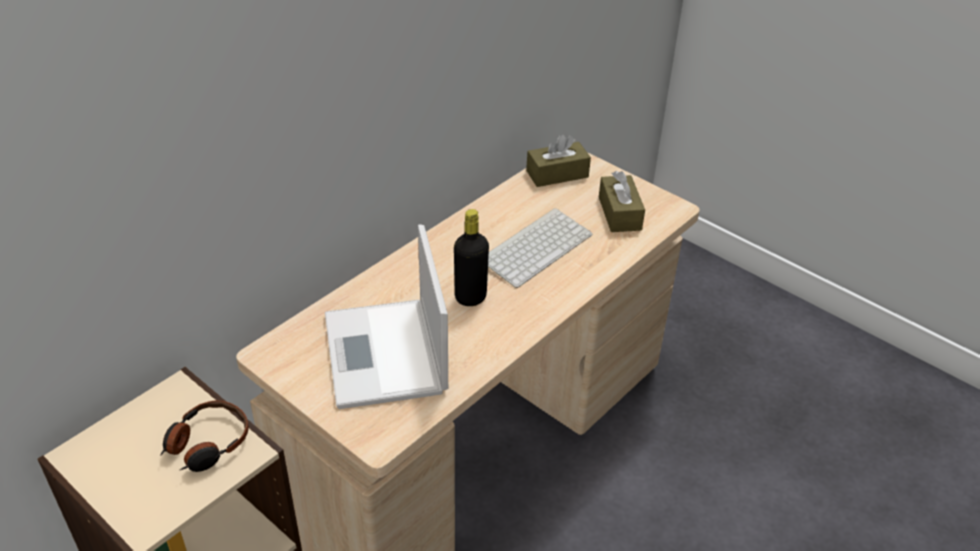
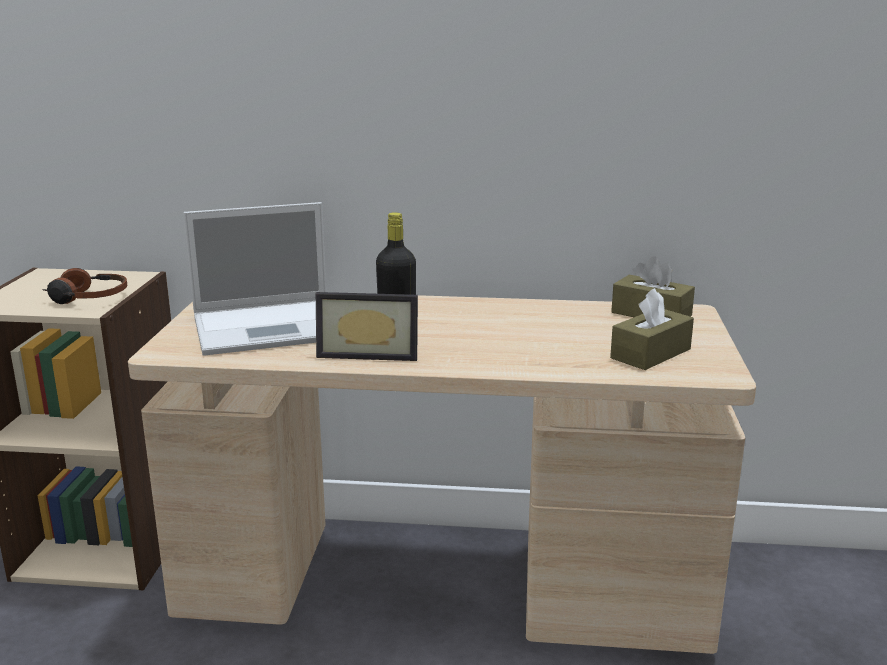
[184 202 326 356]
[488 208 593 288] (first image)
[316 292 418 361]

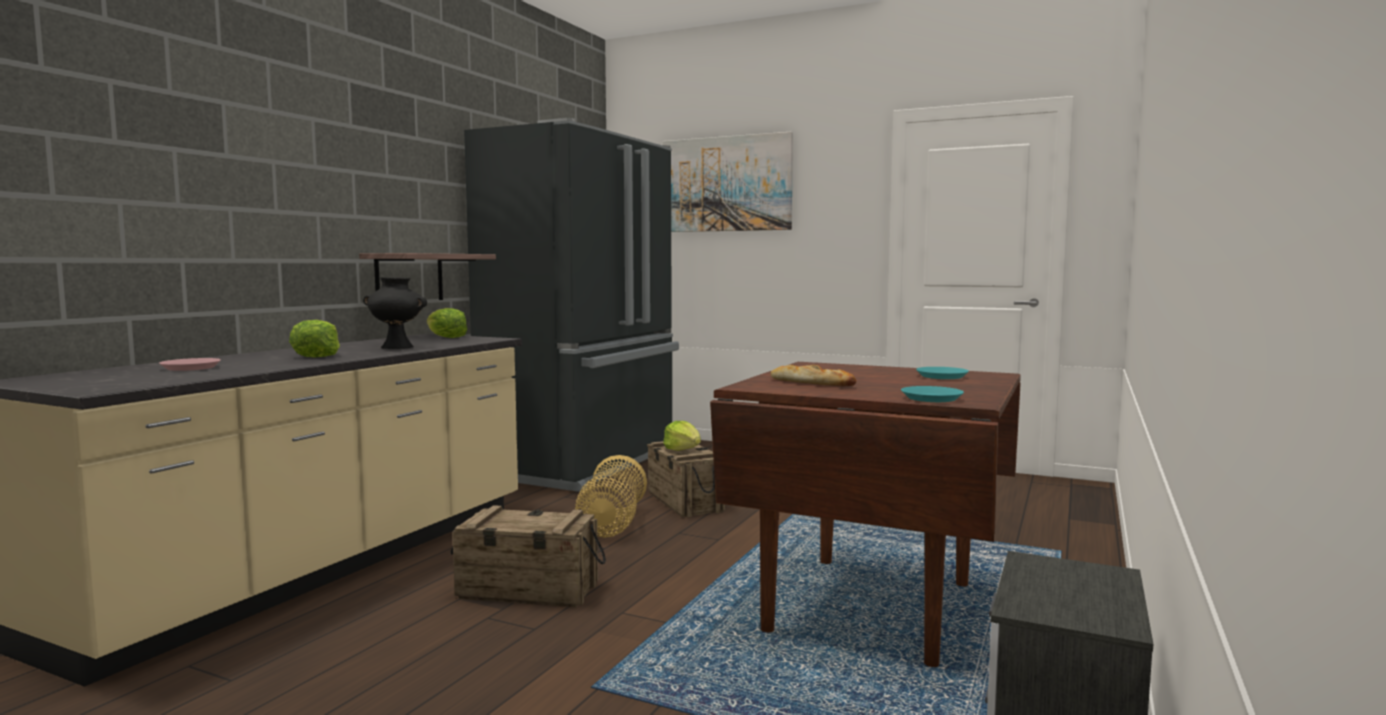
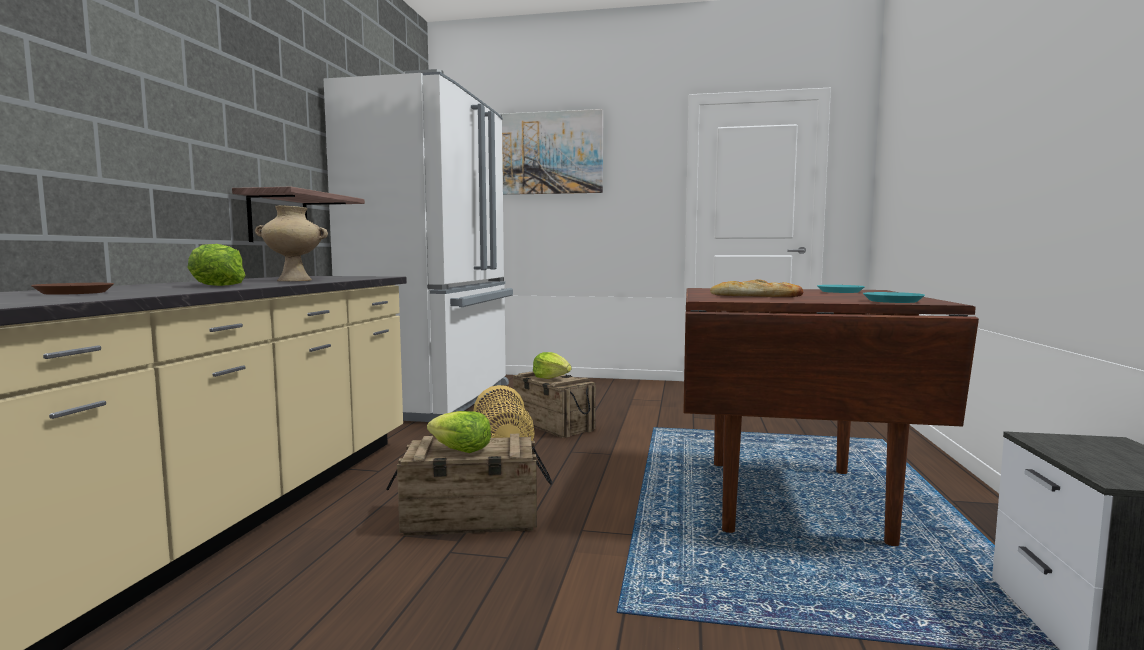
[31 283 114 295]
[255 205 328 281]
[427 411 491 453]
[323 69 513 422]

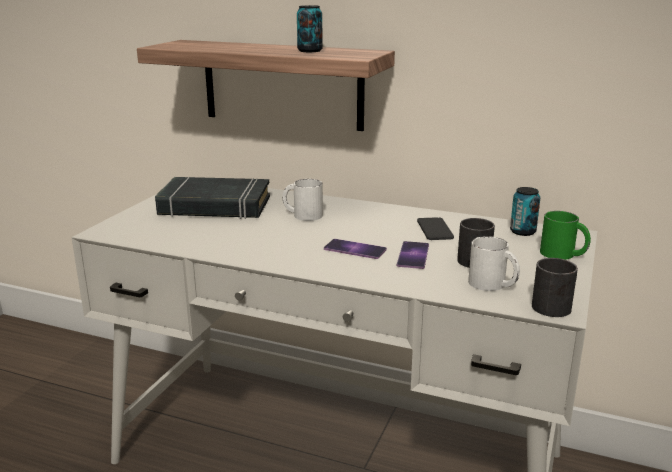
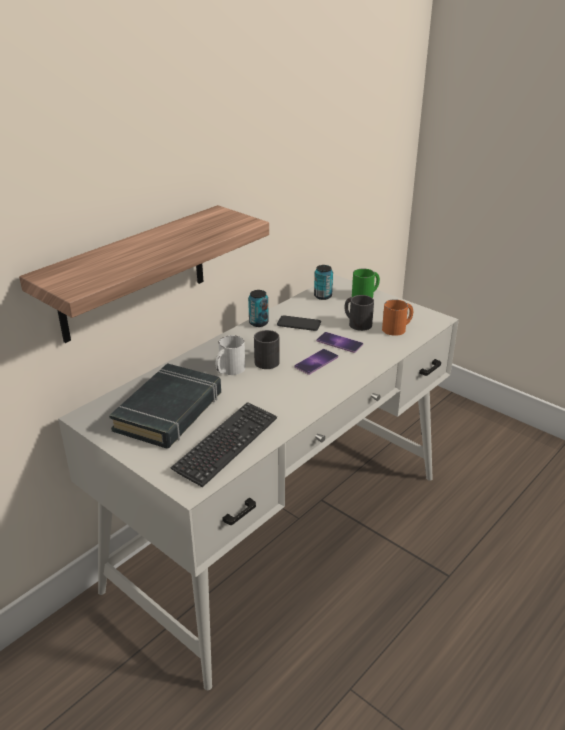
[248 290 269 327]
[382 299 413 336]
[254 330 279 369]
[170 402 277 487]

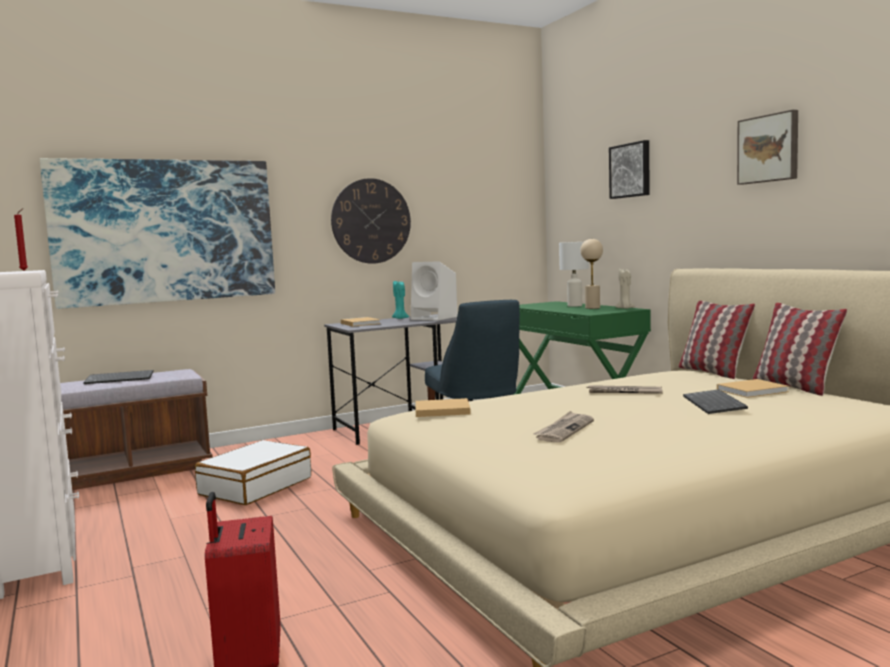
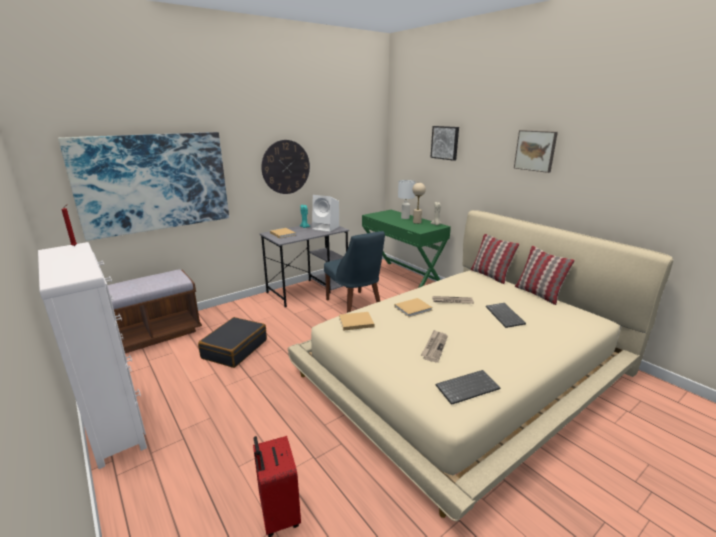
[436 370 500 405]
[198 317 267 368]
[395 298 433 317]

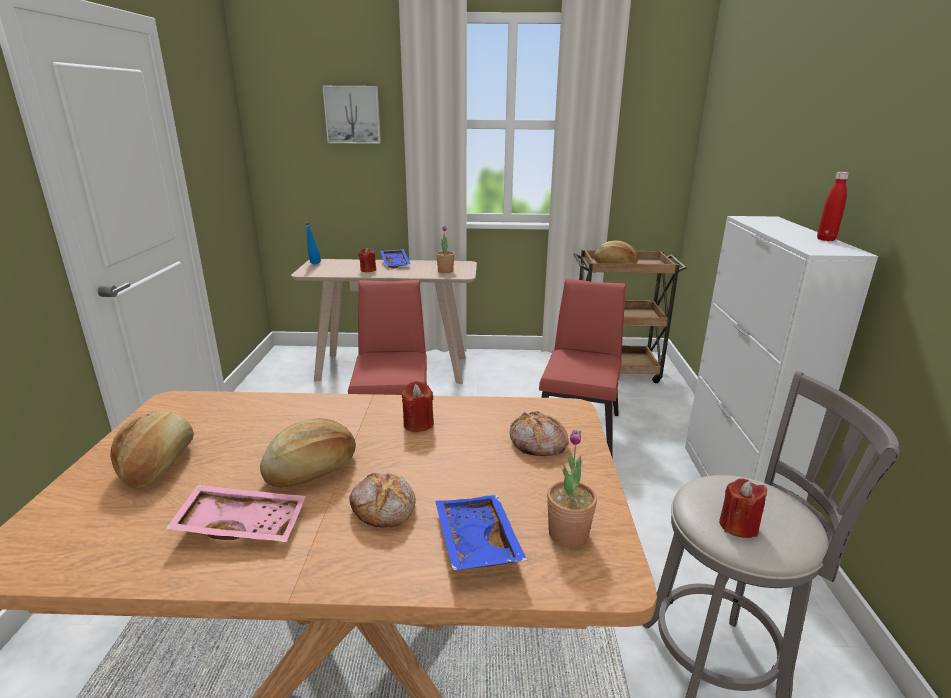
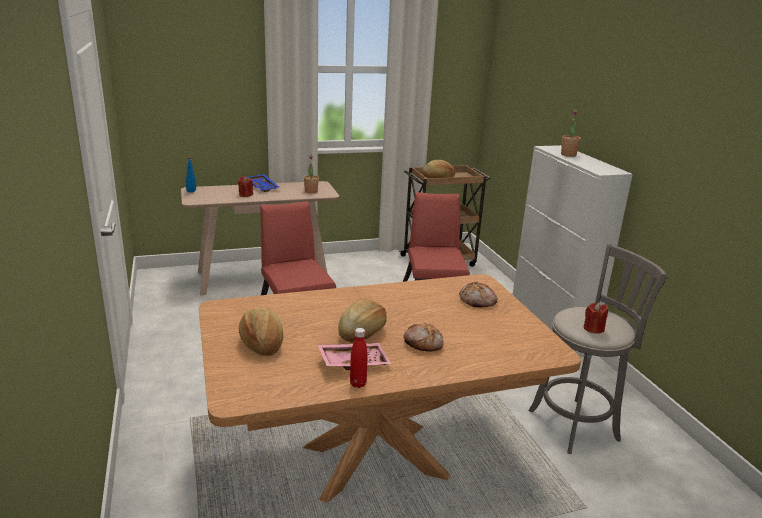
[323 86 381 144] (first image)
[401 381 434 432] (first image)
[435 495 527 570] (first image)
[561 109 581 157]
[350 328 368 388]

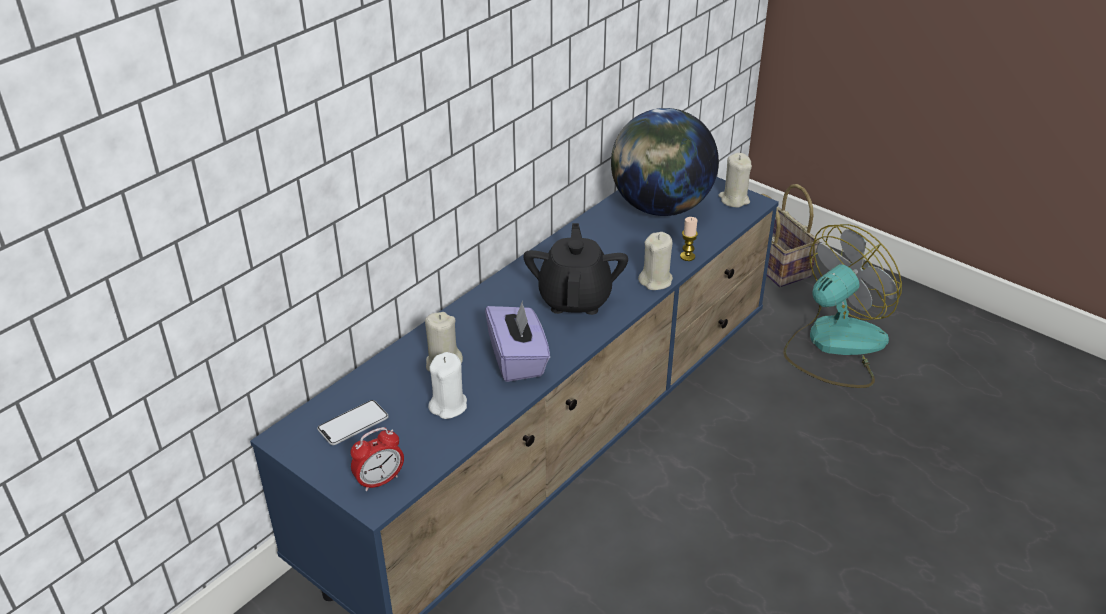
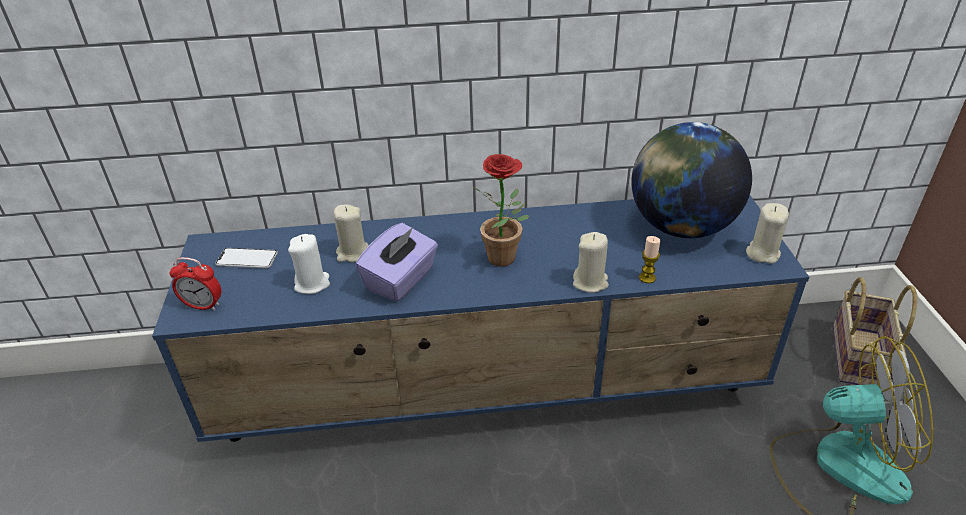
[473 154 529 267]

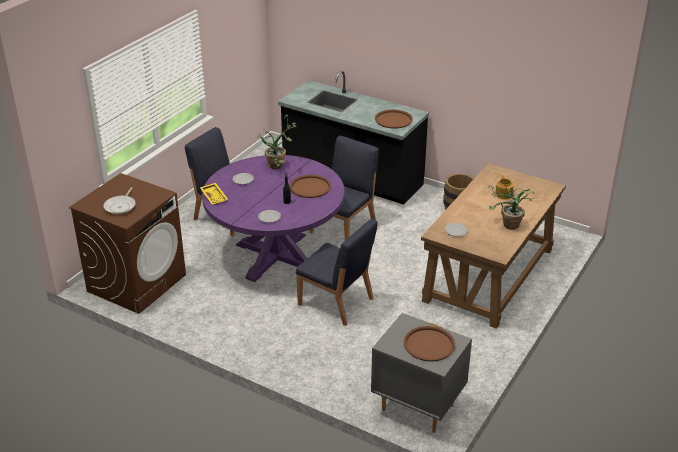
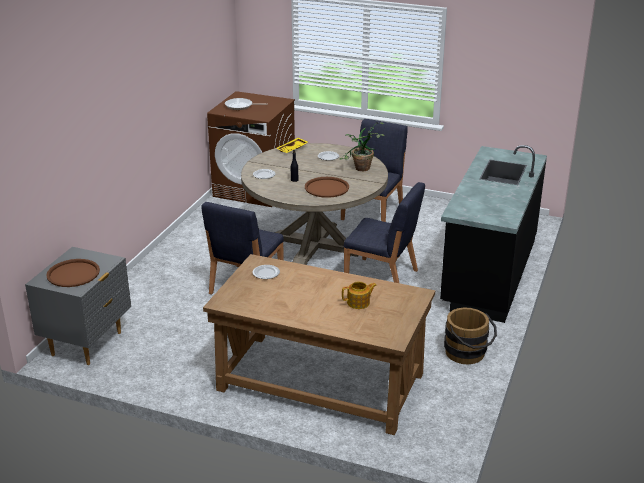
[241 143 388 265]
[375 110 413 129] (first image)
[488 186 536 230] (first image)

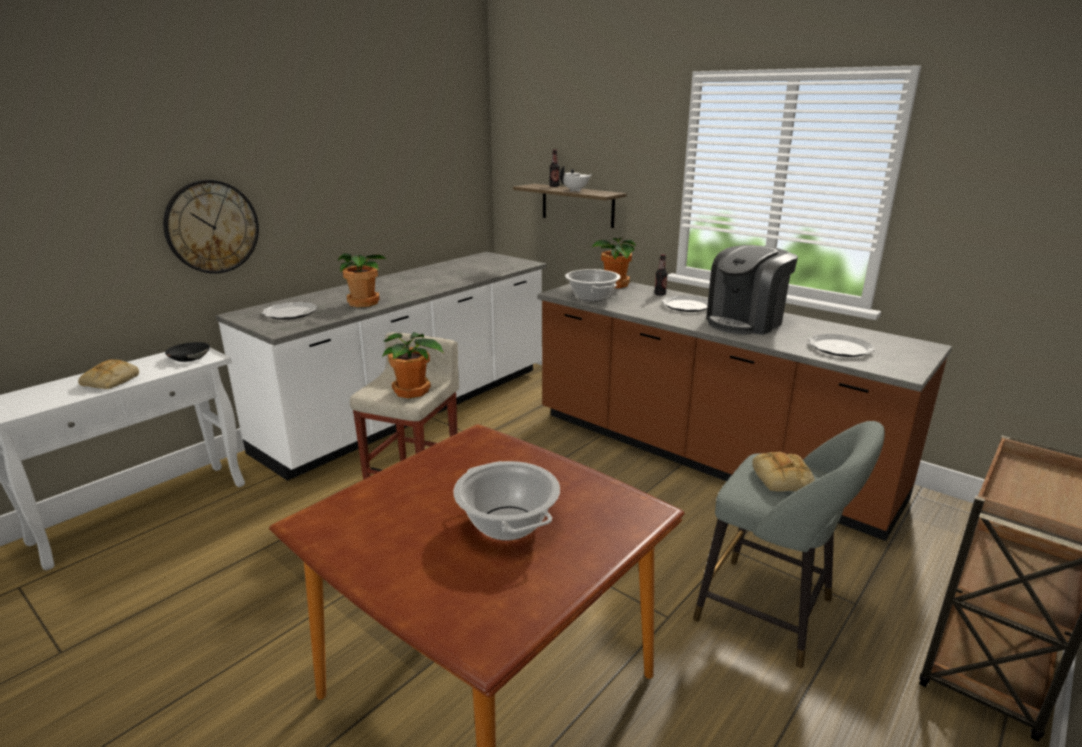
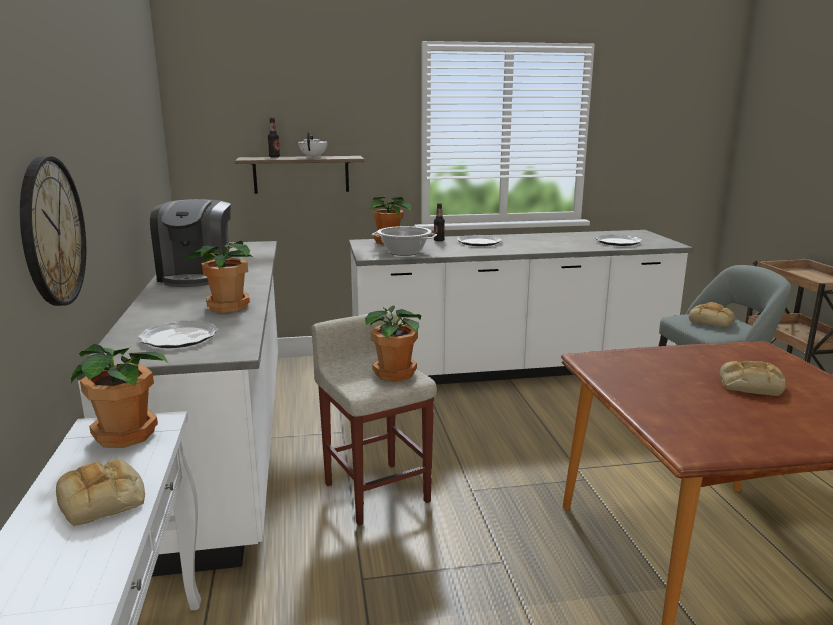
[71 344 169 448]
[720 361 786 396]
[349 230 693 384]
[150 199 231 287]

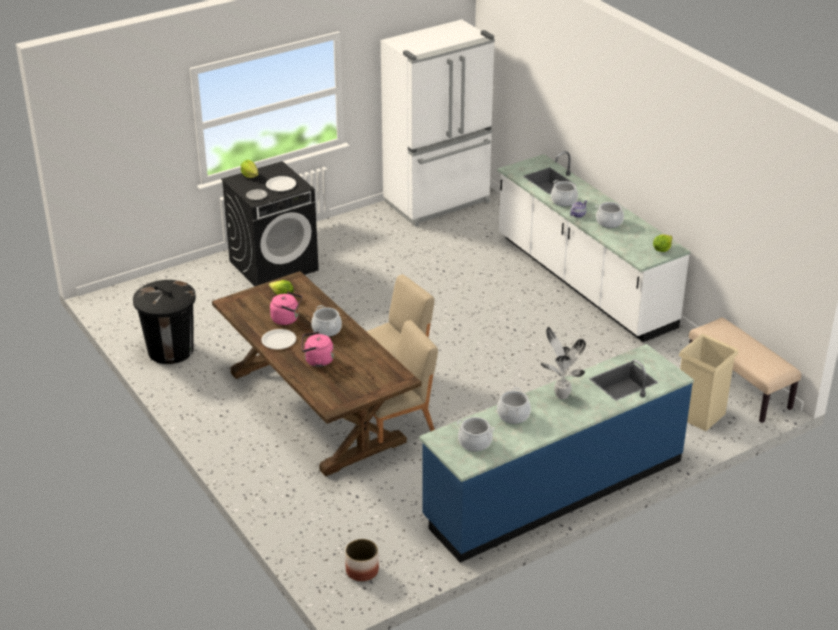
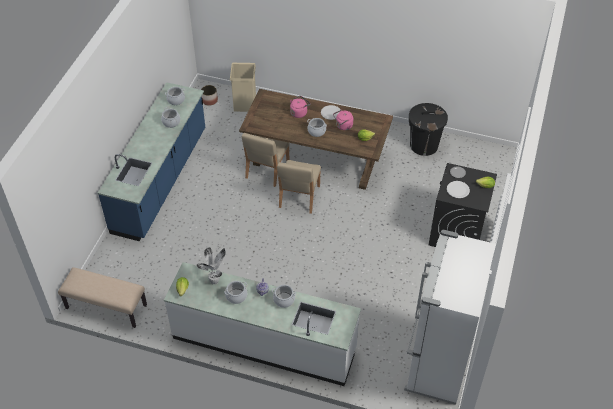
[196 247 226 285]
[230 63 256 112]

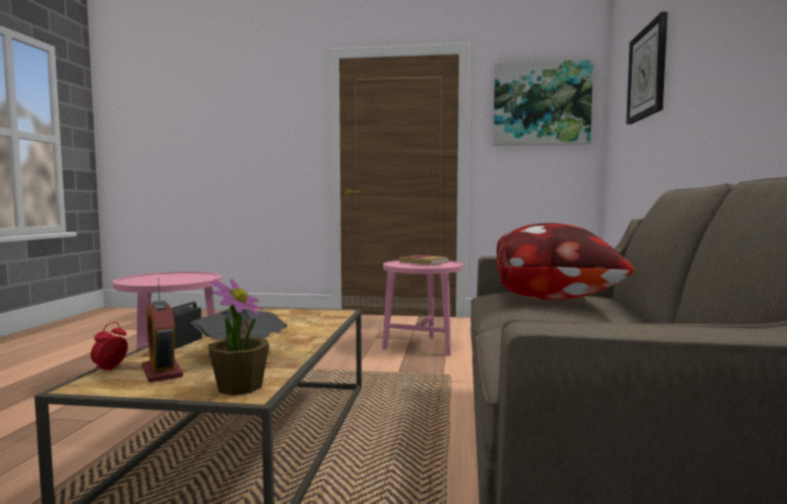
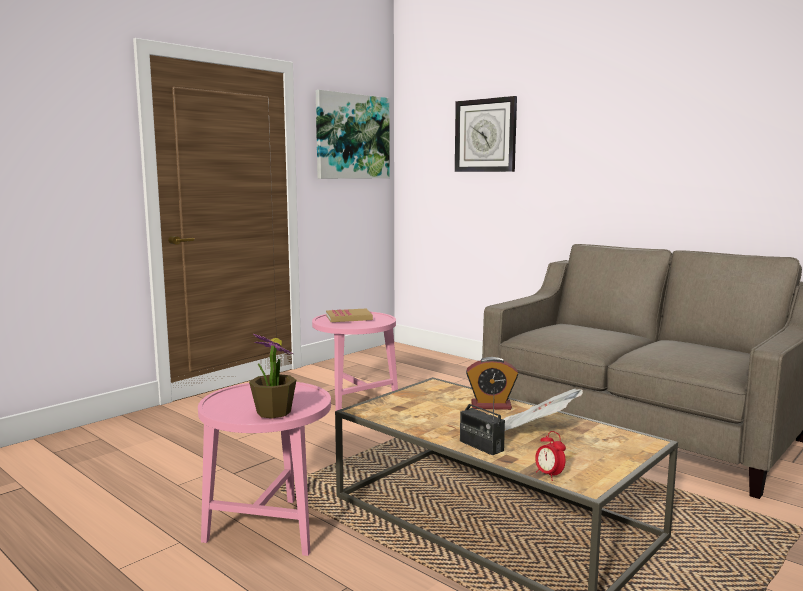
[466 357 518 410]
[249 334 296 418]
[496 223 635 300] (first image)

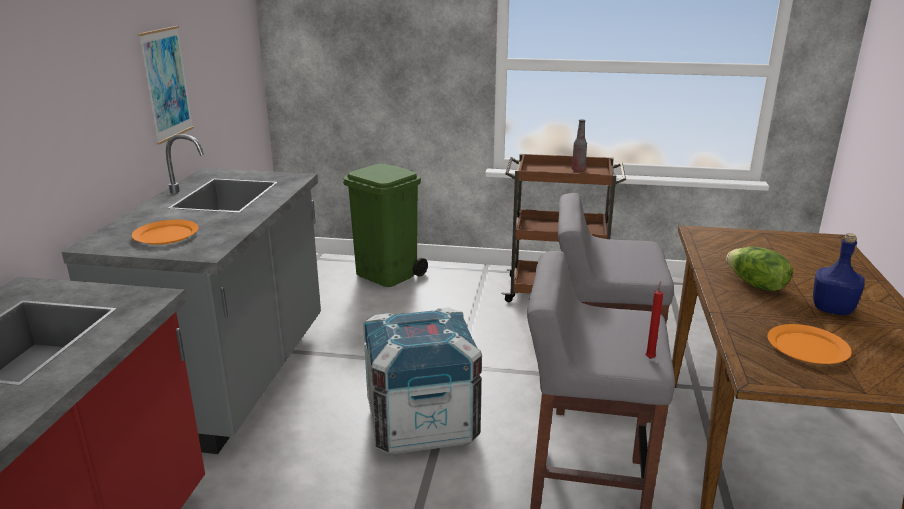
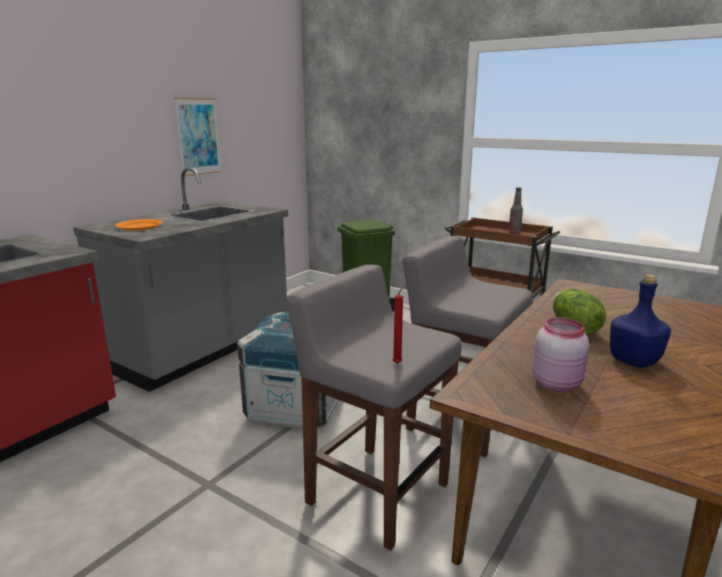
[532 317 589 392]

